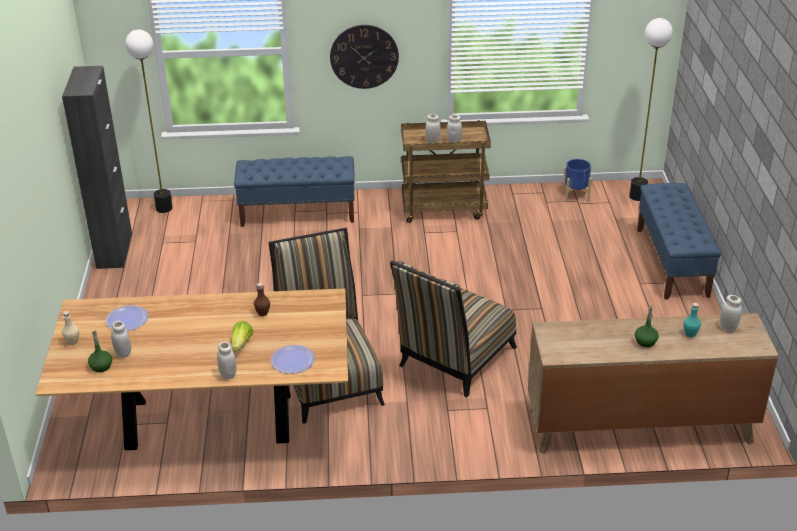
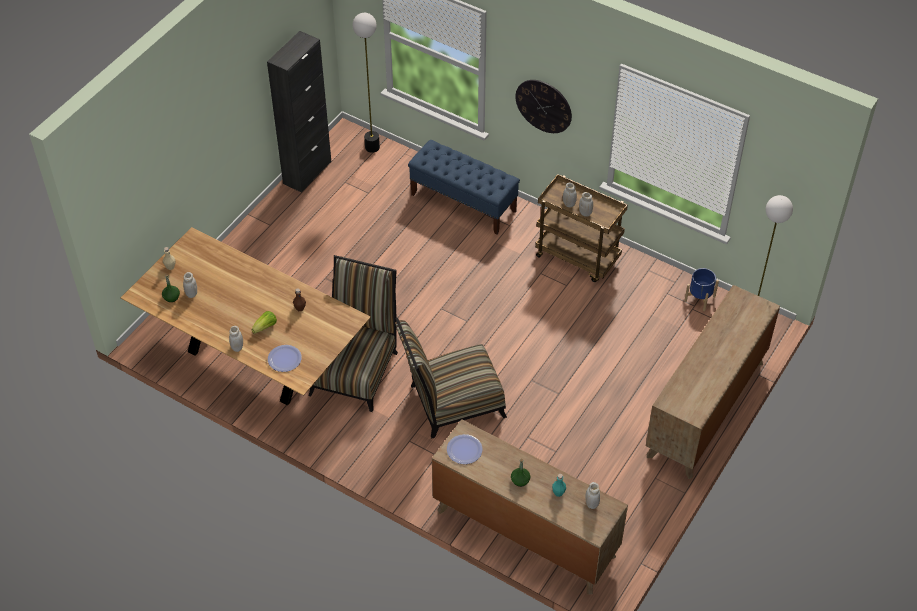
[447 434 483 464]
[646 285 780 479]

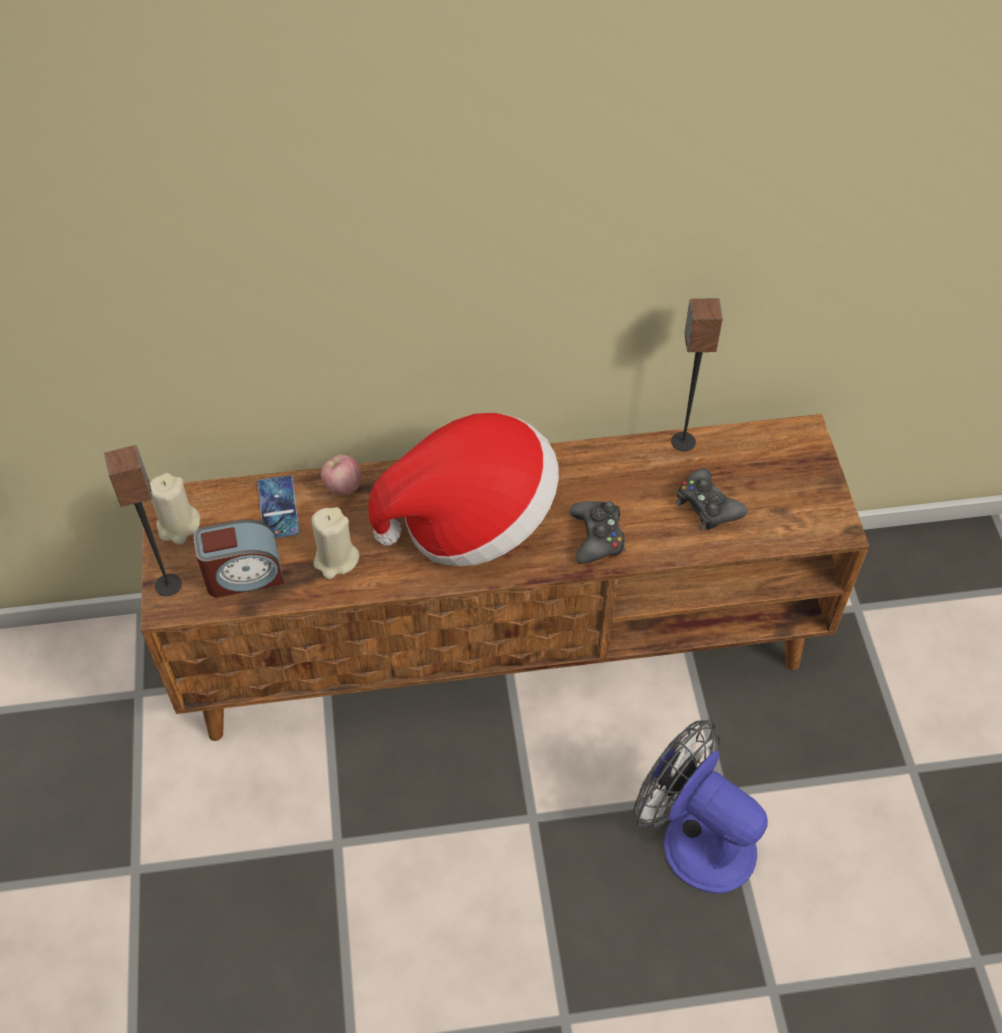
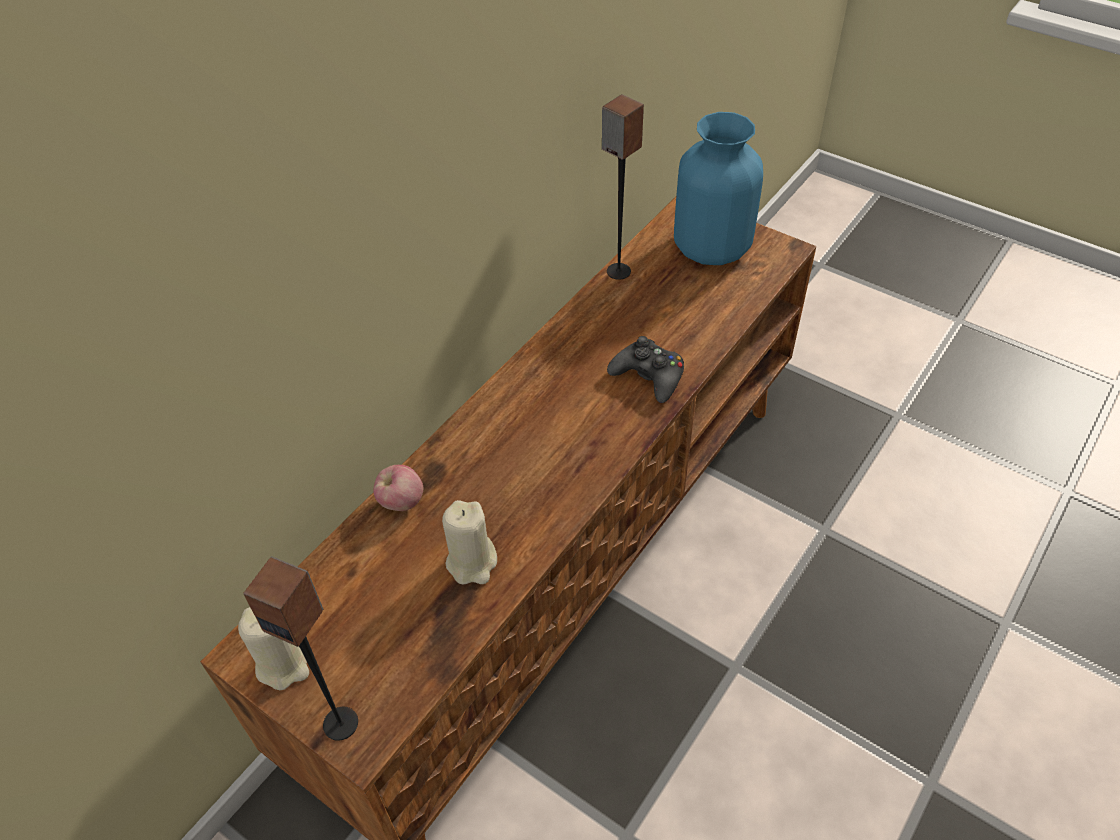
[193 520 284 597] (first image)
[258 475 299 538] (first image)
[368 413 559 566] (first image)
[634 719 768 893] (first image)
[676 468 748 530] (first image)
[674 112 763 265]

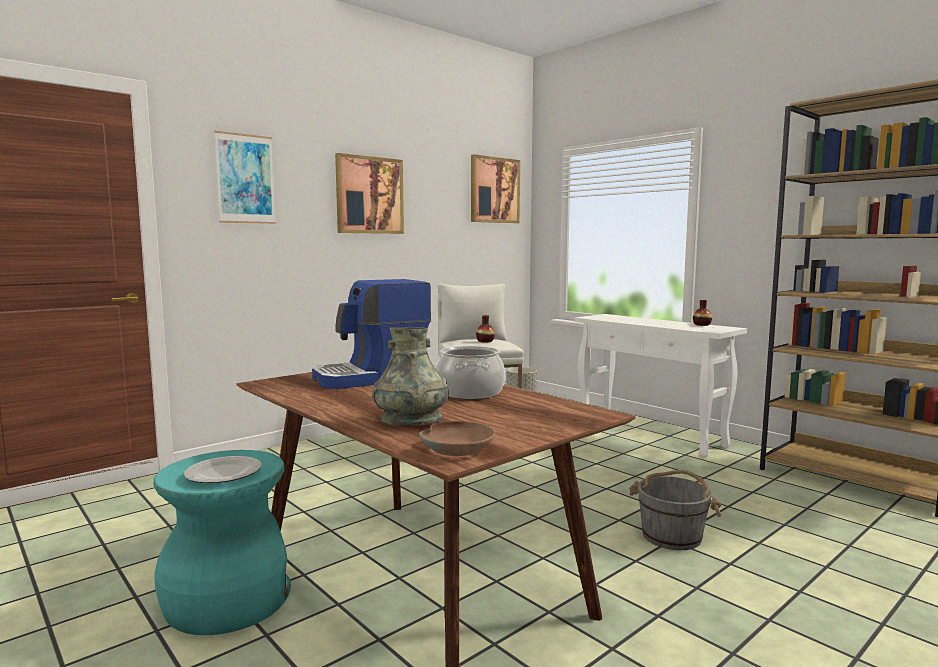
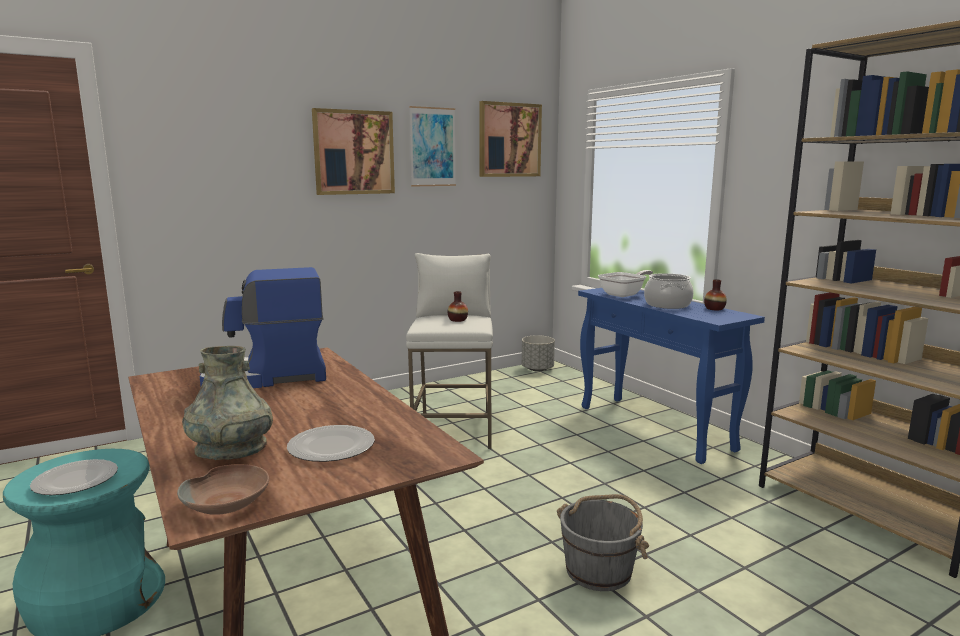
[409 106 456 187]
[644 273 694 309]
[578 288 765 464]
[287 425 375 462]
[598 270 653 297]

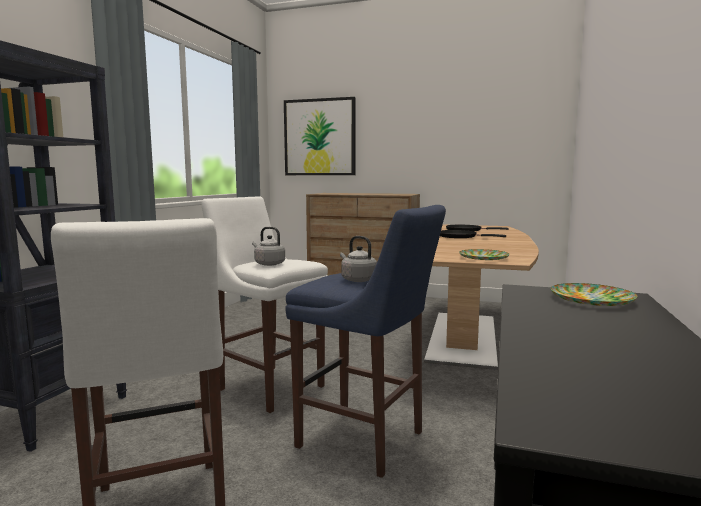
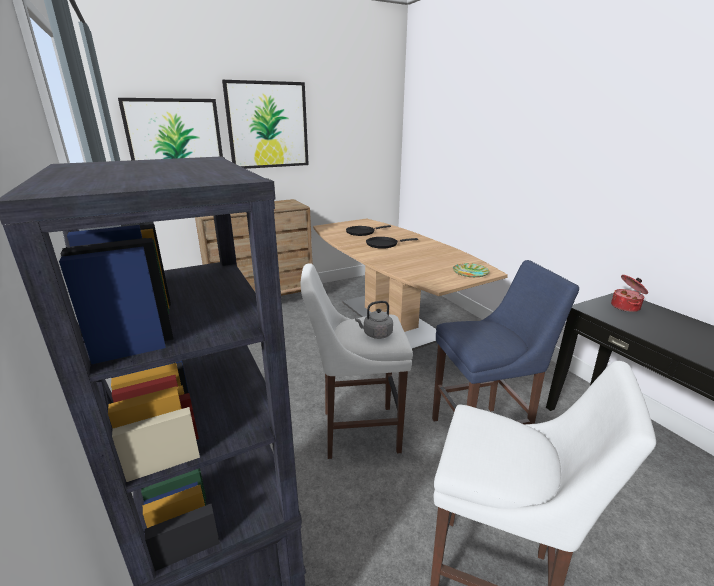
[340 236 377 282] (first image)
[611 275 648 312]
[222 80 309 169]

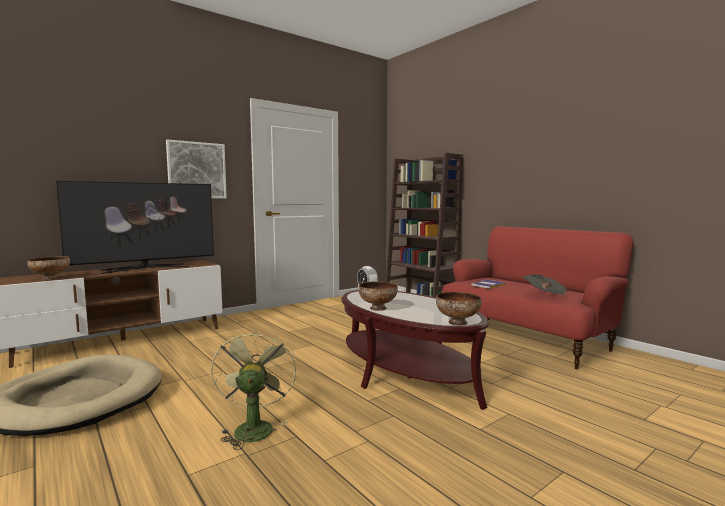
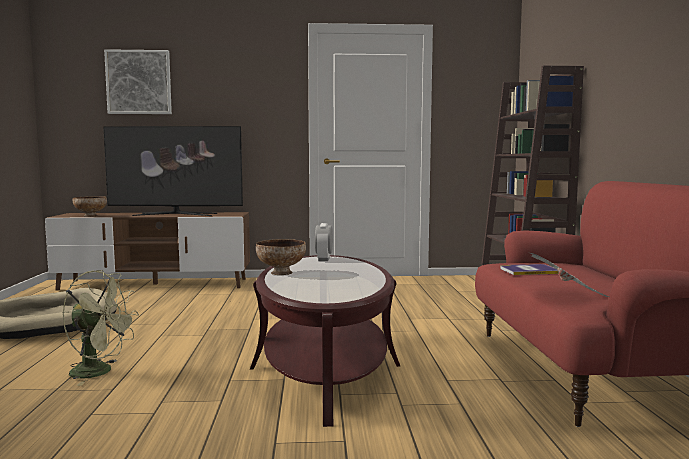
[104 49 172 114]
[62 270 139 386]
[436 292 481 325] (first image)

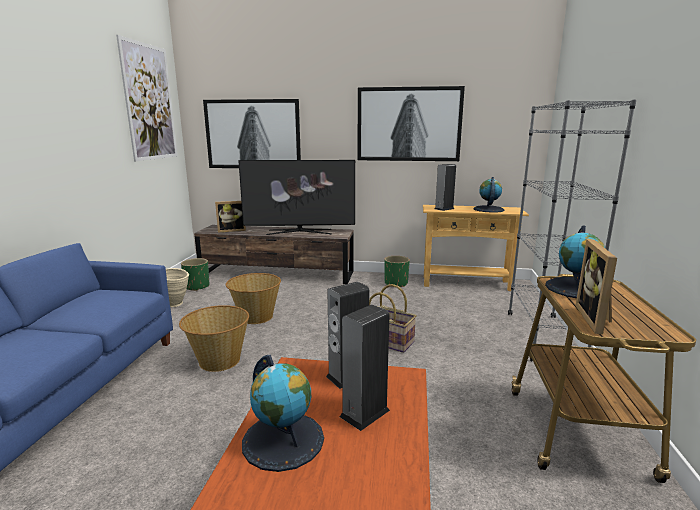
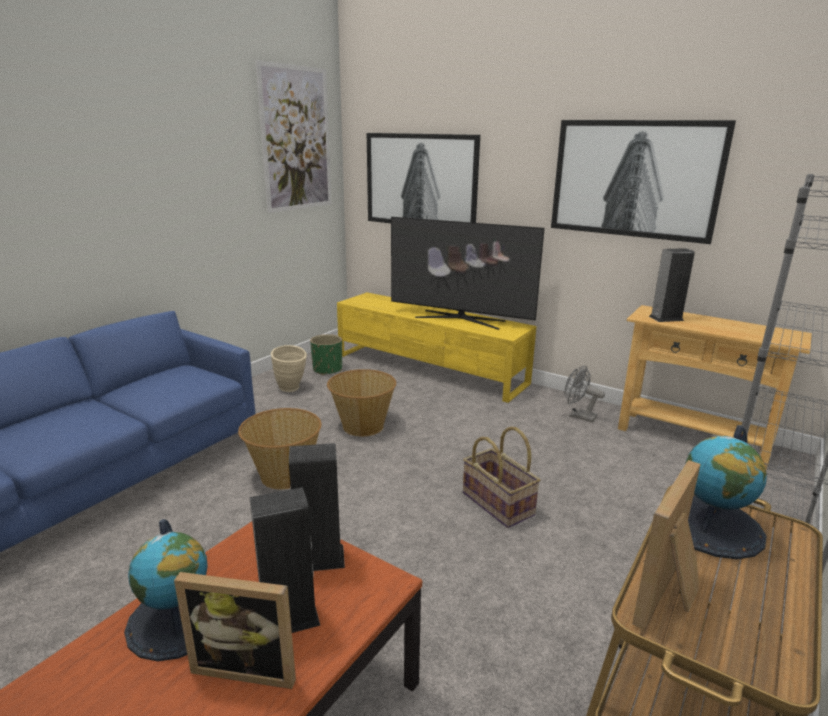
[337 292 536 403]
[174 572 296 689]
[564 365 605 422]
[473 177 505 213] (first image)

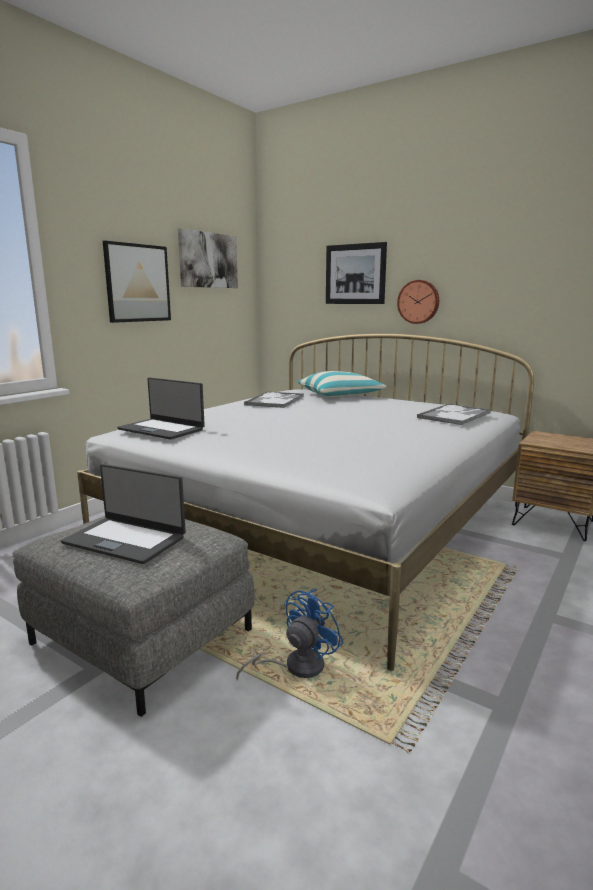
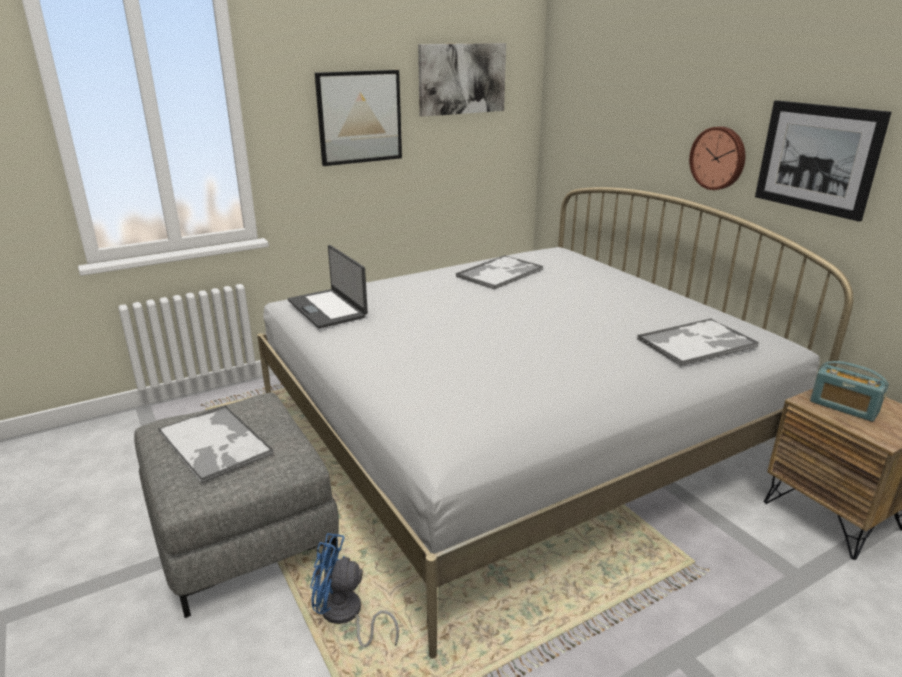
[158 405 273 484]
[310 533 399 647]
[298 371 387 397] (first image)
[755 100 891 222]
[810 361 889 422]

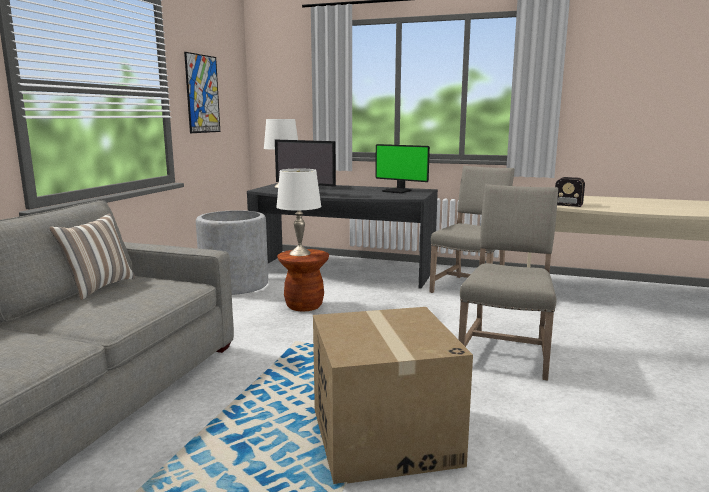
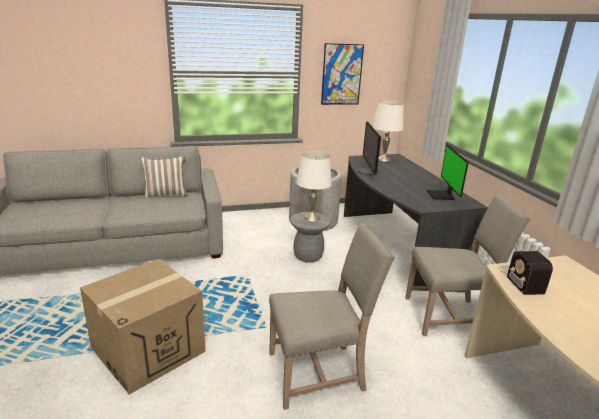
[290 212 331 263]

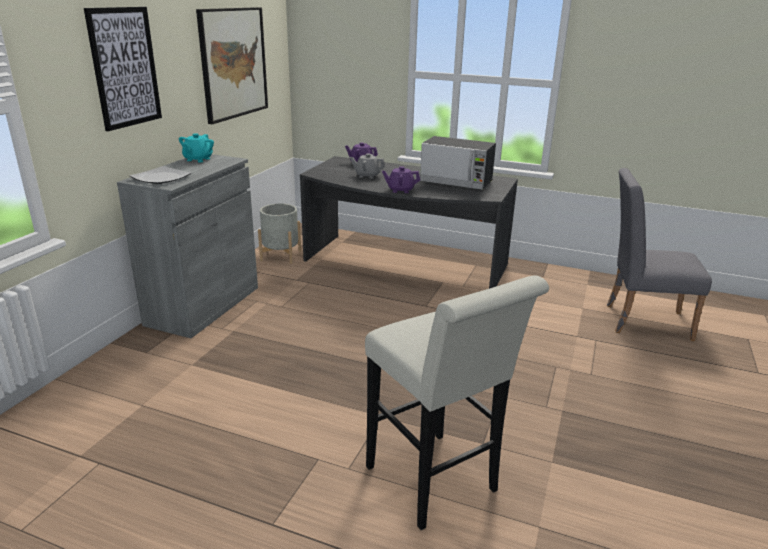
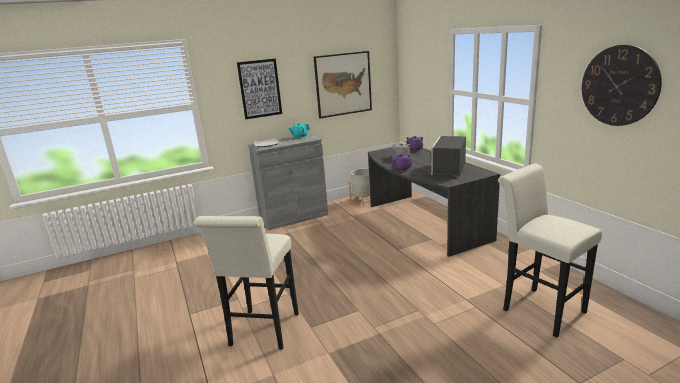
[430 136 466 177]
[498 164 602 337]
[582 45 662 126]

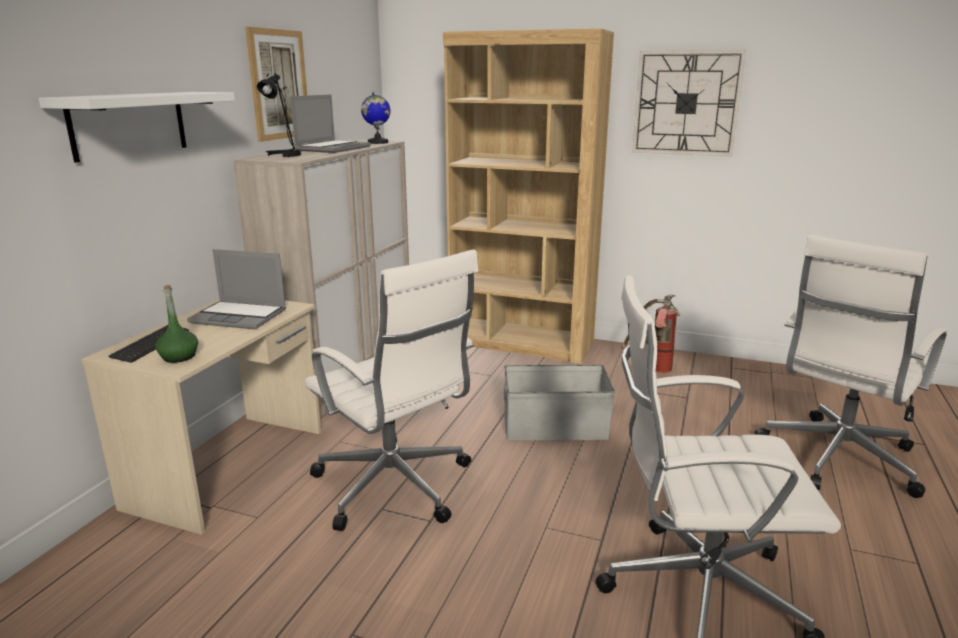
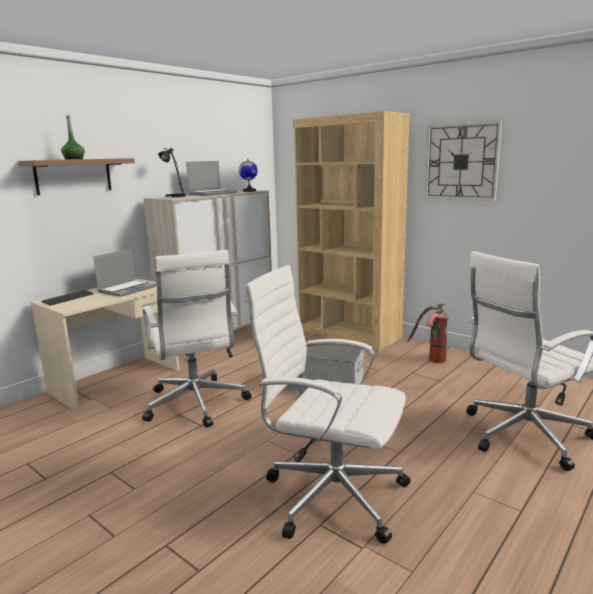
[18 158 135 195]
[61 115 85 159]
[93 249 156 297]
[245 27 307 142] (first image)

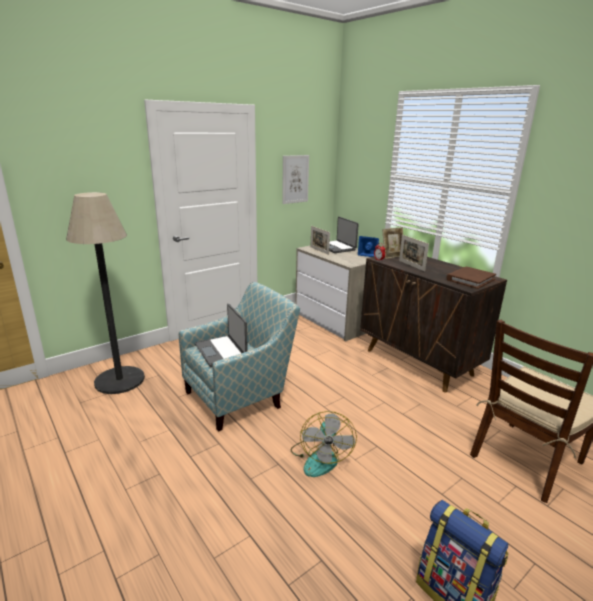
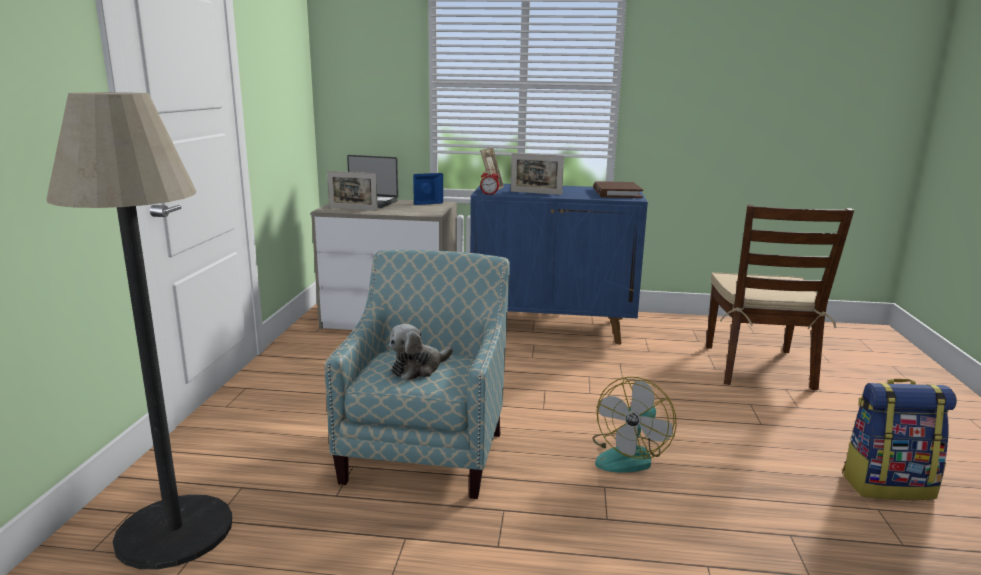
[389 324 453 381]
[282 155 309 204] (first image)
[592 377 677 472]
[470 184 648 345]

